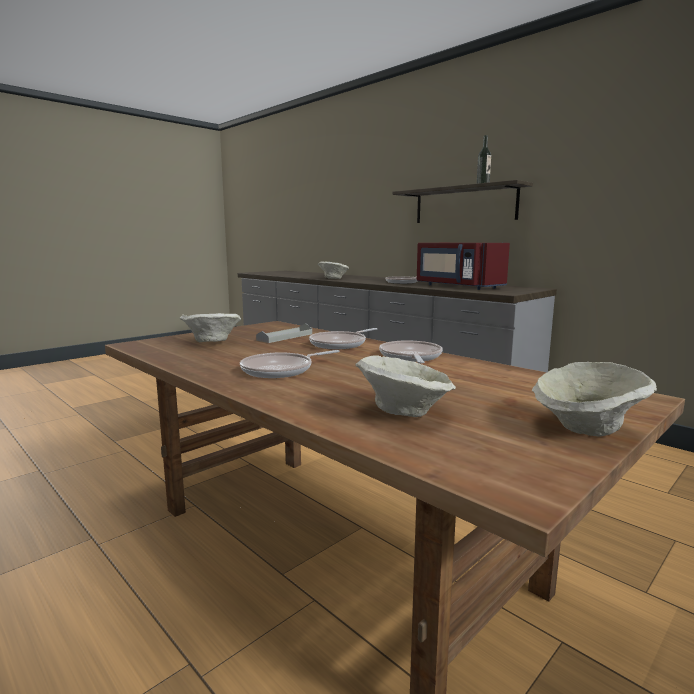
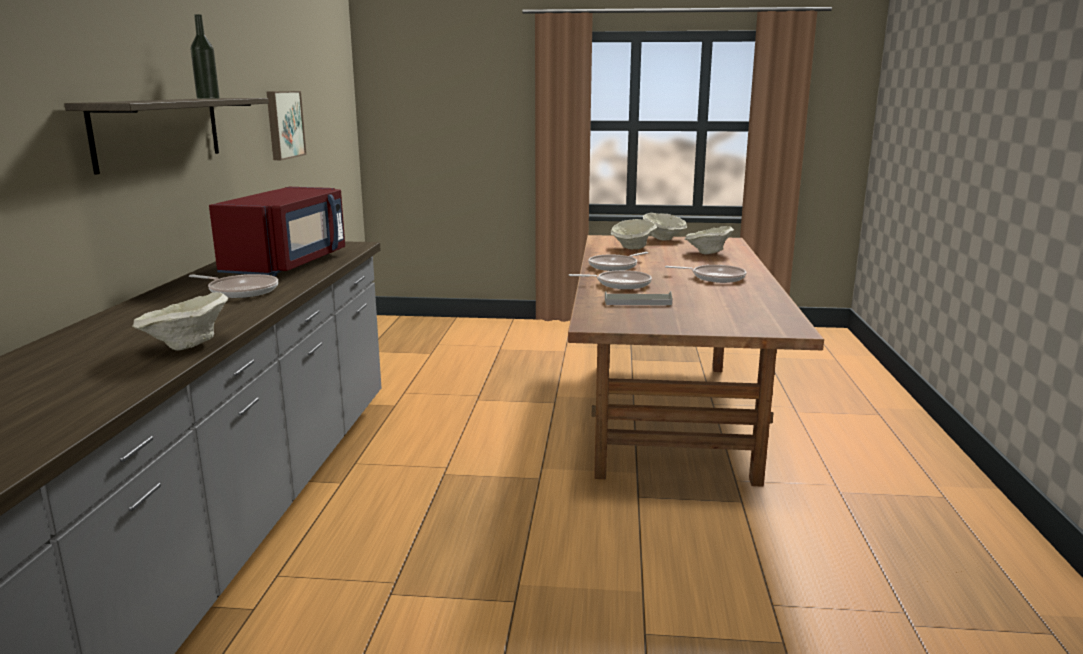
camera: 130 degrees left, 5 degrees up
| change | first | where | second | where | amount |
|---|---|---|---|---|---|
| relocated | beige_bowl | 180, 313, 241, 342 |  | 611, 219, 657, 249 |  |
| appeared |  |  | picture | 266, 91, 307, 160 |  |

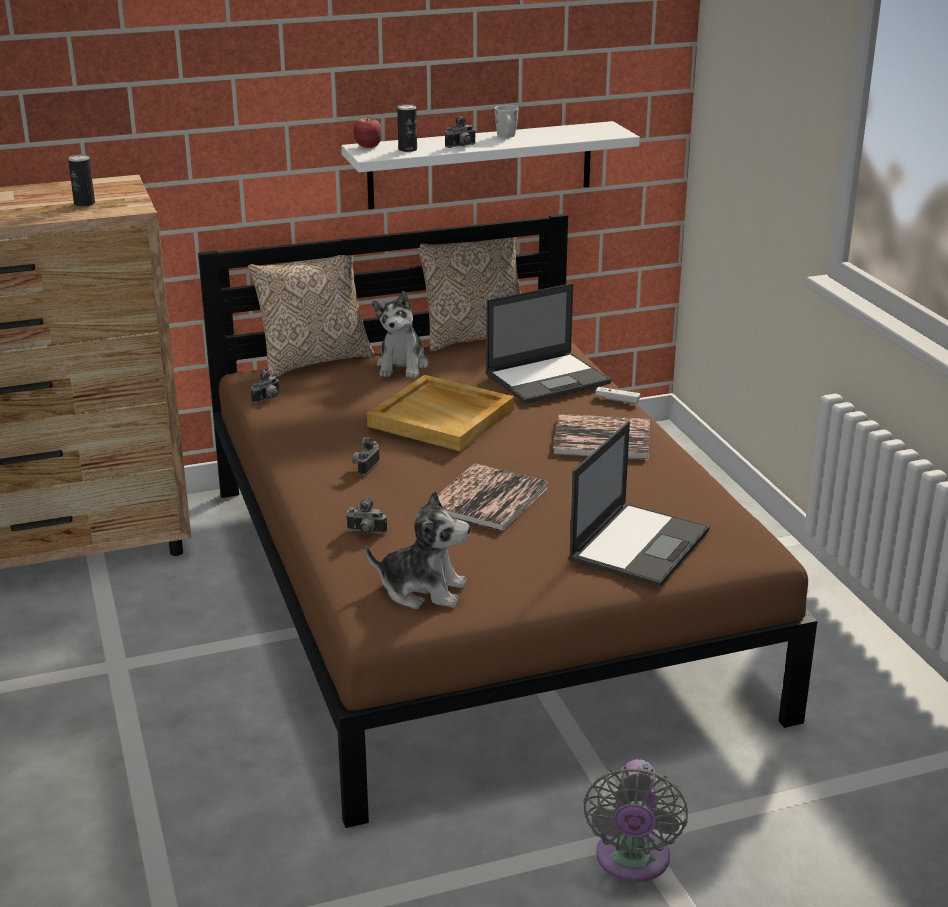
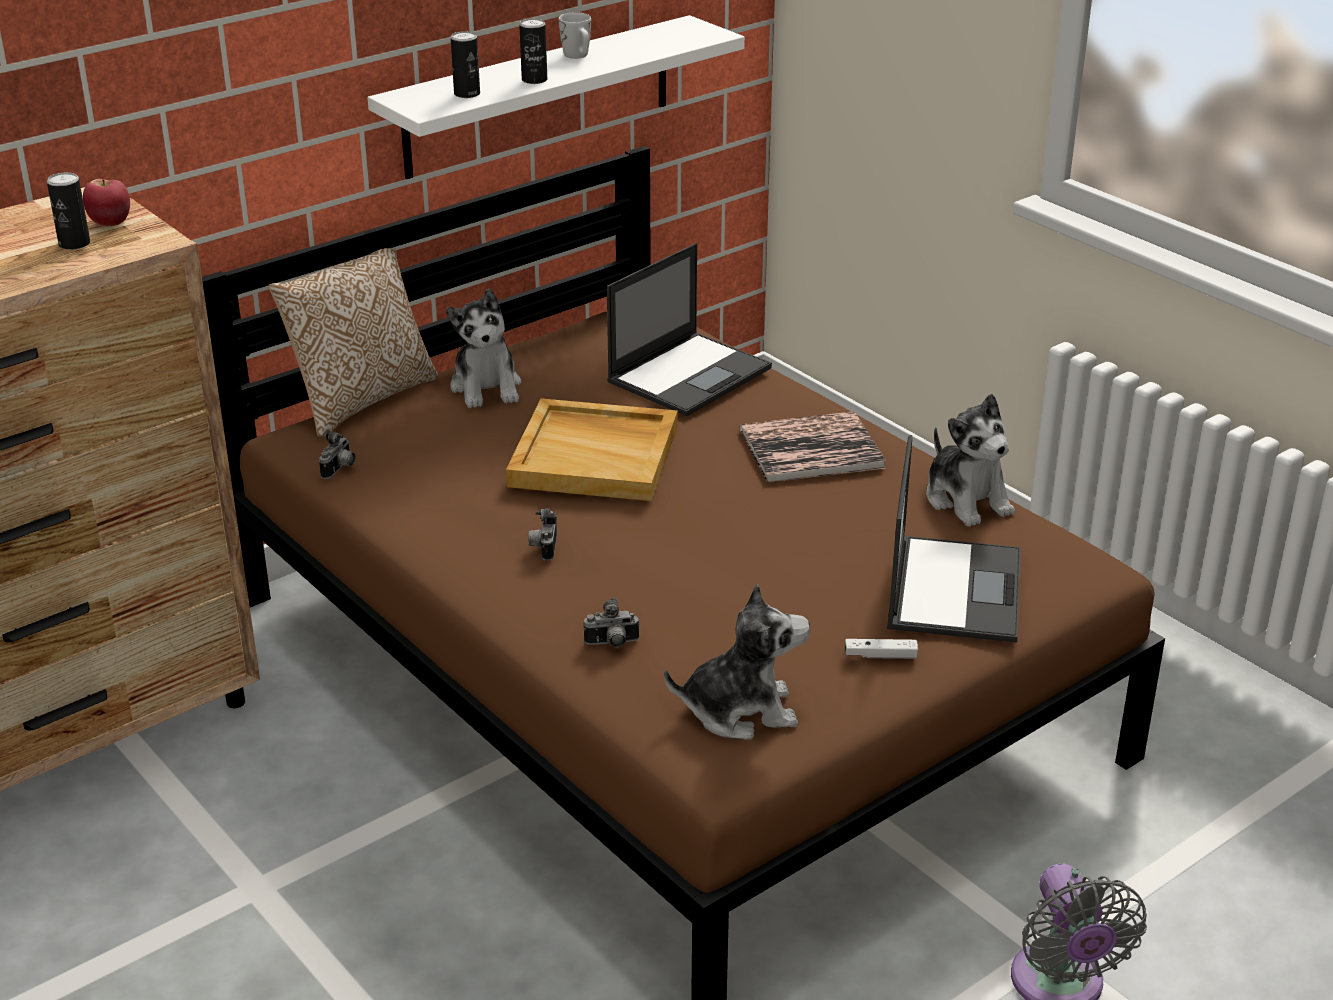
camera: 20 degrees left, 5 degrees up
| change | first | where | second | where | amount |
|---|---|---|---|---|---|
| exchanged | photo_camera | 445, 116, 476, 148 | can | 519, 18, 547, 84 |  |
| relocated | apple | 354, 118, 382, 148 |  | 83, 179, 130, 226 |  |
| missing | pillow | 417, 237, 521, 352 |  |  |  |
| relocated | white_game_controller | 595, 387, 640, 404 |  | 845, 639, 918, 659 |  |
| missing | book | 437, 463, 548, 532 |  |  |  |
| appeared |  |  | plush_toy | 926, 394, 1015, 527 |  |

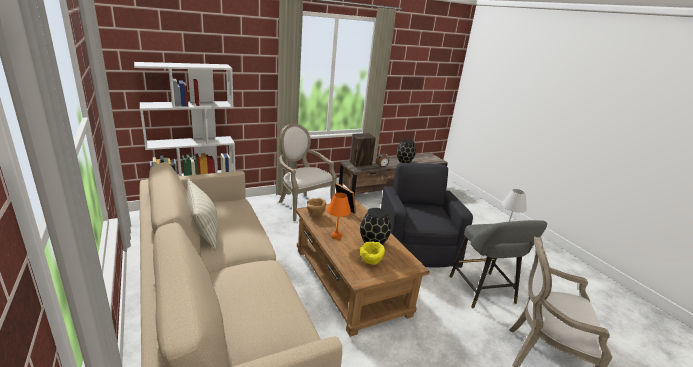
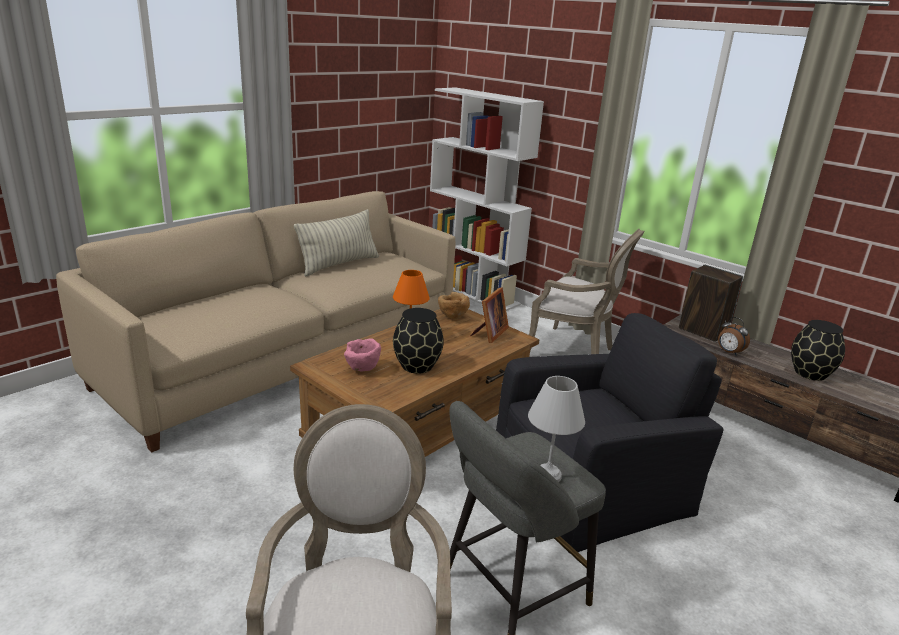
camera: 70 degrees right, 0 degrees up
| change | first | where | second | where | amount |
|---|---|---|---|---|---|
| spun | armchair | 279, 124, 337, 221 |  | 529, 229, 644, 354 | 90 degrees clockwise |
| colour | yellow_bowl | 360, 241, 385, 265 | pink_bowl | 344, 338, 381, 372 |  |

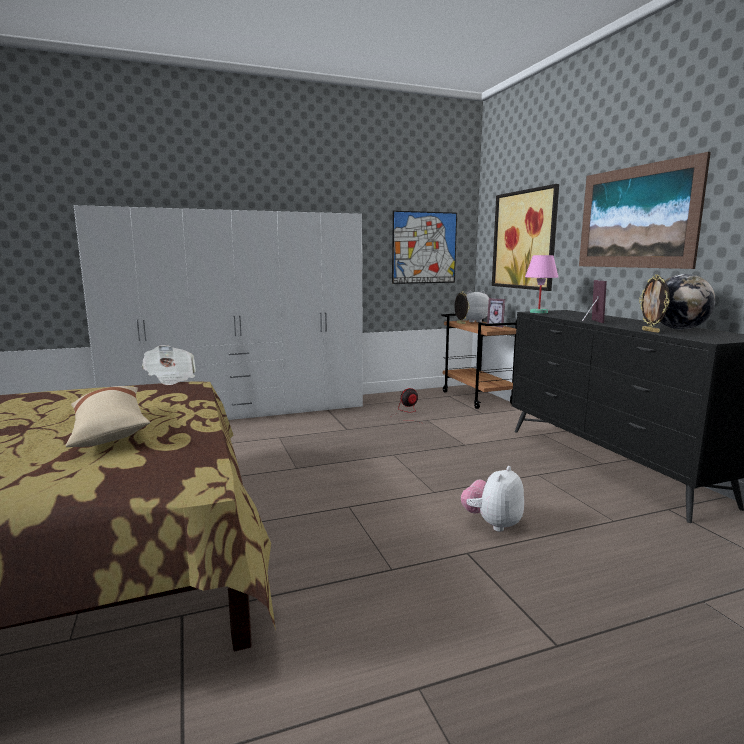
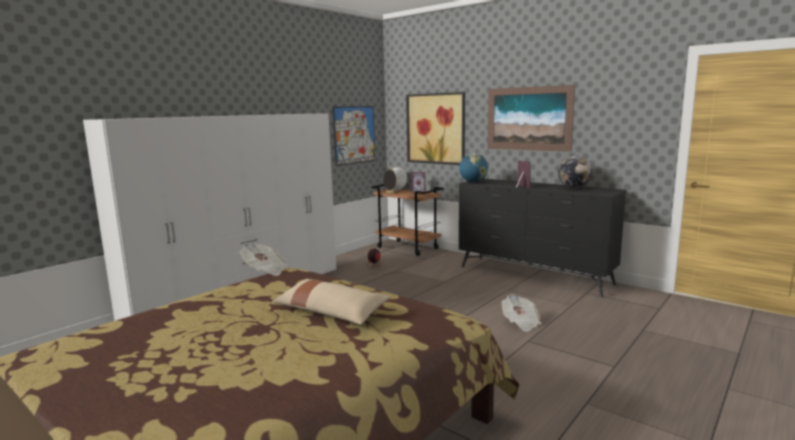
camera: 30 degrees left, 0 degrees up
| change | first | where | second | where | amount |
|---|---|---|---|---|---|
| exchanged | pink_table_lamp | 525, 255, 558, 313 | globe | 459, 153, 488, 182 |  |
| missing | picture_frame | 639, 275, 670, 333 |  |  |  |
| exchanged | plush_toy | 461, 466, 524, 532 | newspaper | 501, 294, 541, 332 |  |

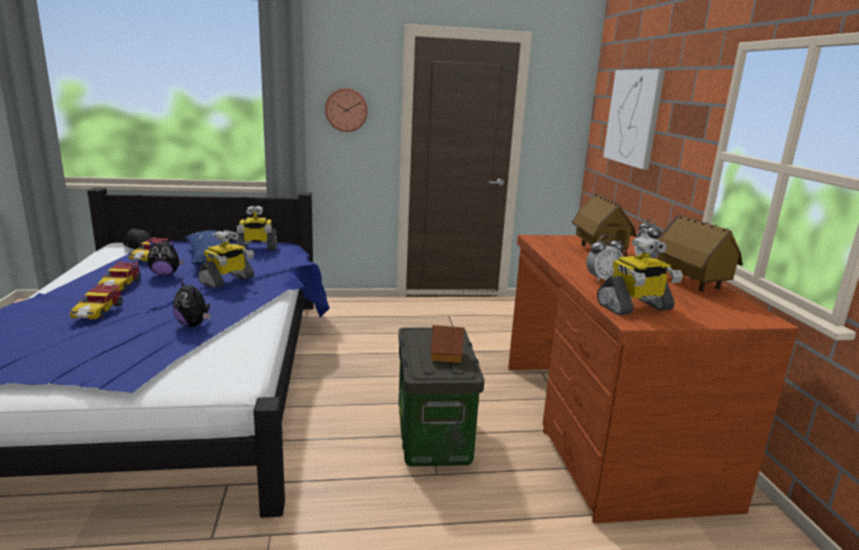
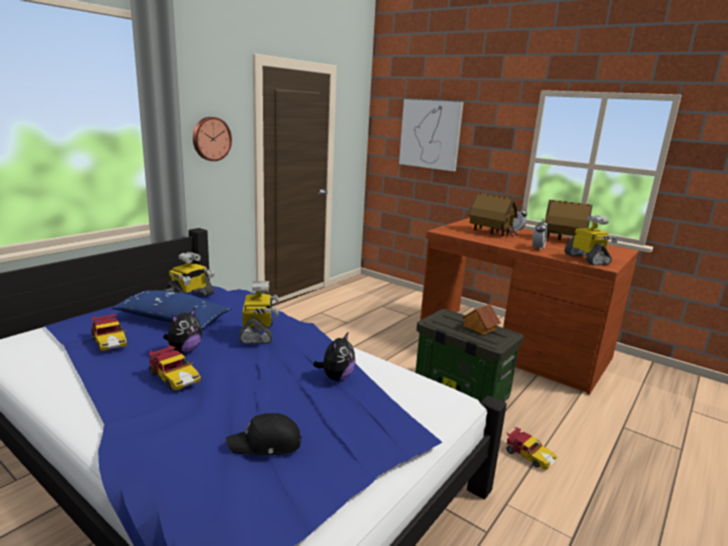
camera: 45 degrees left, 0 degrees up
| change | first | where | second | where | amount |
|---|---|---|---|---|---|
| relocated | black_cap | 123, 229, 152, 249 |  | 226, 413, 301, 455 |  |
| spun | toy_robot | 597, 236, 683, 315 |  | 564, 215, 618, 265 | 45 degrees counterclockwise |
| spun | plush_toy | 173, 280, 211, 327 |  | 313, 333, 355, 381 | 60 degrees counterclockwise |
| relocated | toy_car | 70, 283, 123, 319 |  | 506, 427, 557, 470 |  |

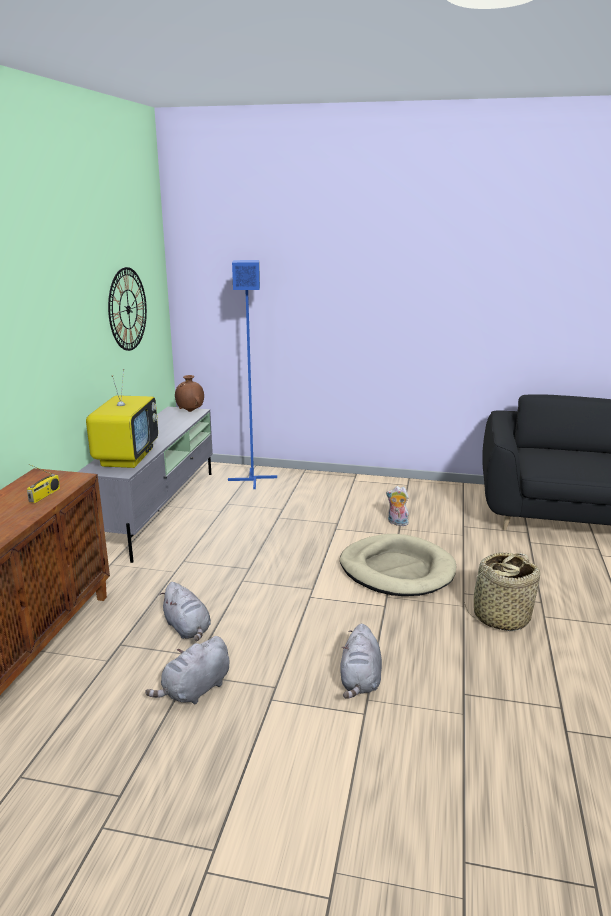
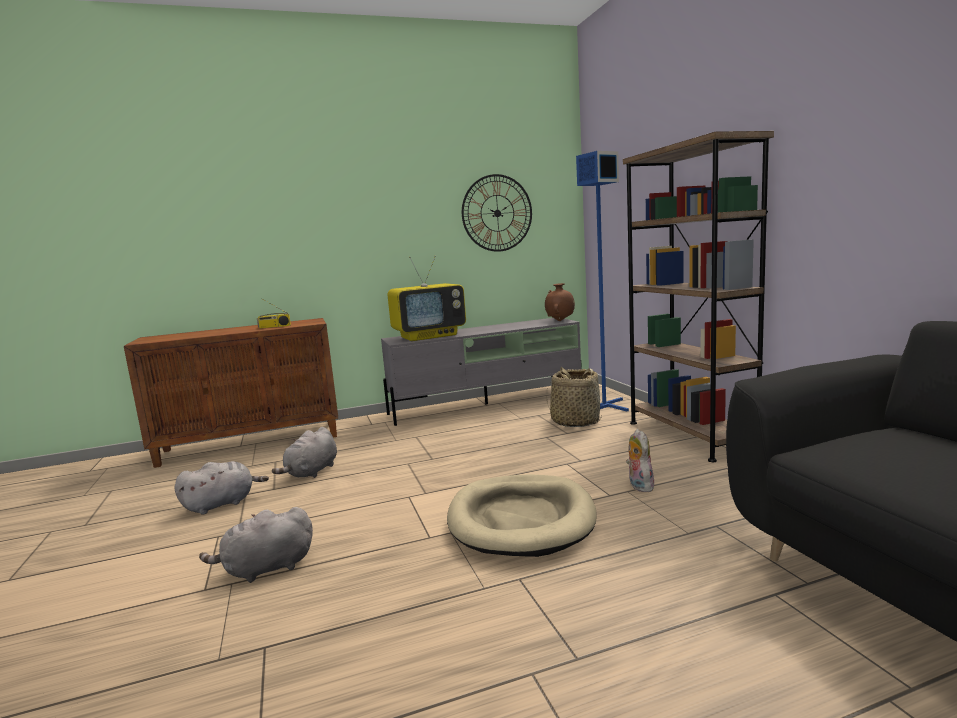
camera: 60 degrees right, 10 degrees down
| change | first | where | second | where | amount |
|---|---|---|---|---|---|
| relocated | basket | 464, 552, 540, 631 |  | 547, 367, 602, 427 |  |
| spun | grey_plush_toy | 145, 636, 229, 705 |  | 174, 461, 269, 514 | 135 degrees clockwise |
| appeared |  |  | brown_bookcase | 623, 131, 774, 462 |  |

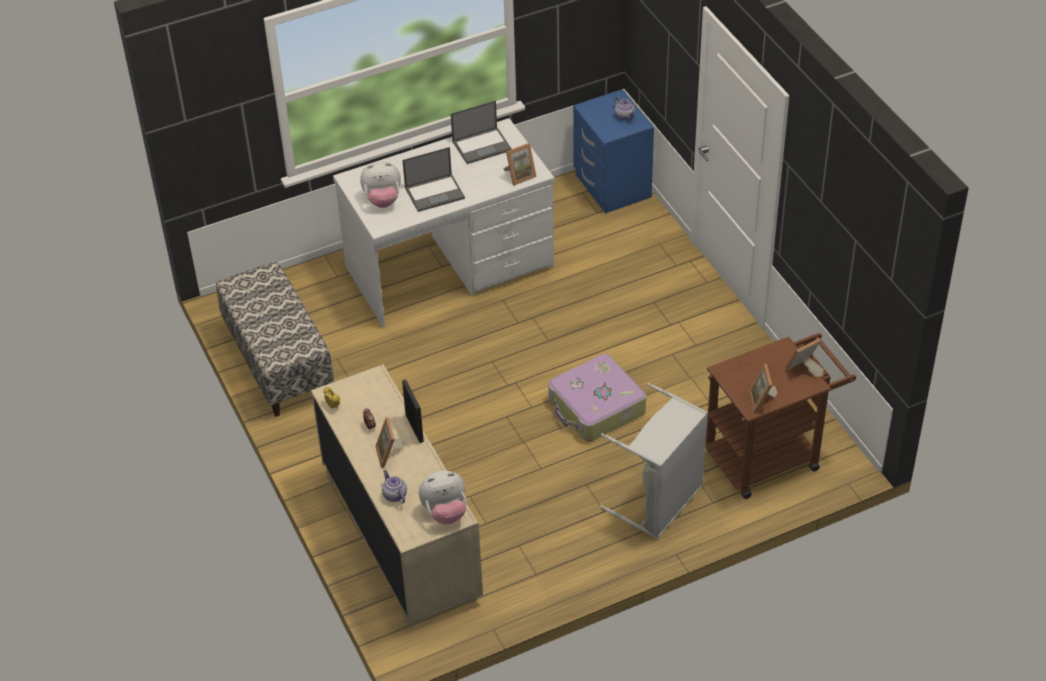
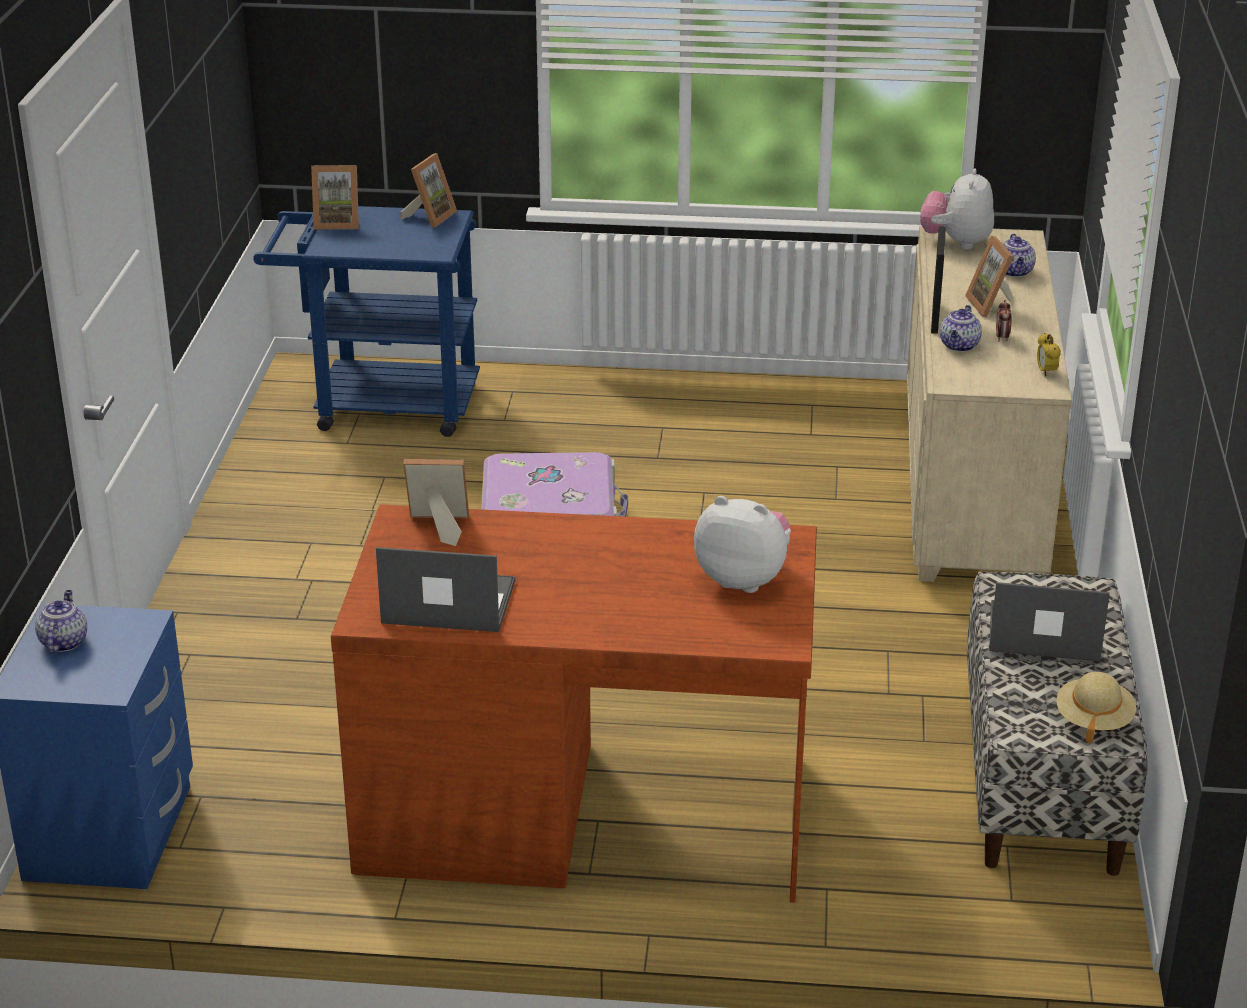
camera: 150 degrees left, 15 degrees down
| change | first | where | second | where | amount |
|---|---|---|---|---|---|
| colour | white_desk | 333, 118, 554, 328 | brown_desk | 331, 504, 817, 903 |  |
| relocated | laptop | 402, 147, 465, 212 |  | 989, 582, 1110, 661 |  |
| colour | brown_cart | 705, 333, 856, 499 | blue_cart | 253, 206, 480, 437 |  |
| missing | grey_laundry_basket | 600, 383, 708, 539 |  |  |  |
| spun | picture_frame | 375, 417, 405, 468 |  | 965, 236, 1014, 318 | 150 degrees clockwise |
| spun | plush_toy | 419, 471, 466, 524 |  | 920, 168, 994, 249 | 90 degrees counterclockwise |
| appeared |  |  | teapot | 940, 305, 982, 352 |  |
| appeared |  |  | beige_hat | 1056, 672, 1136, 744 |  |

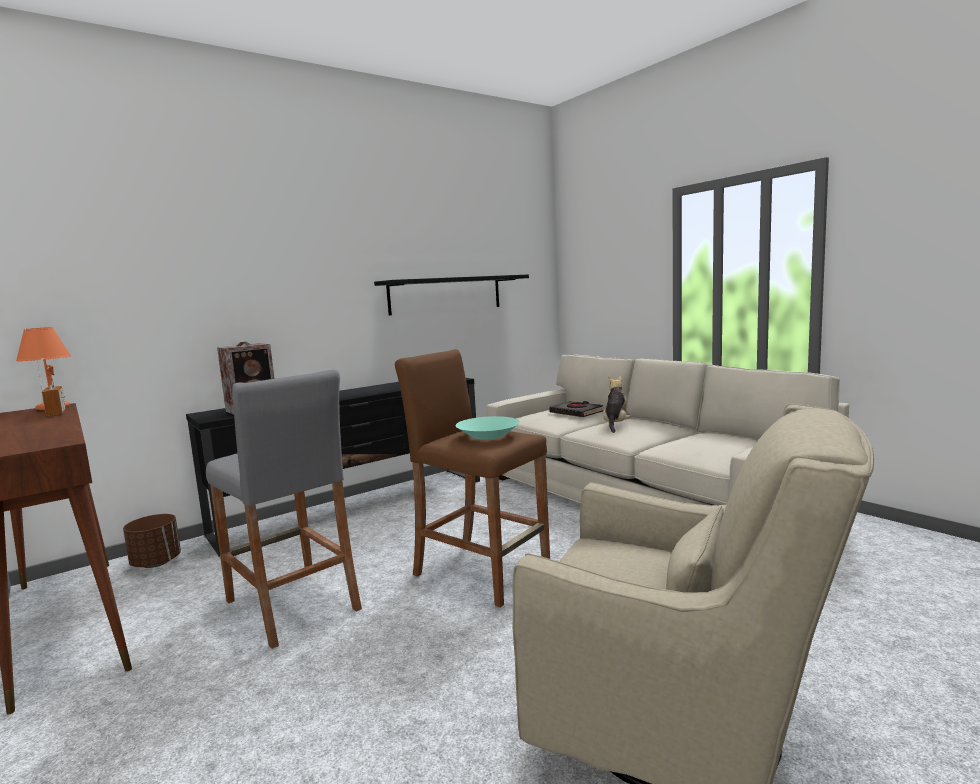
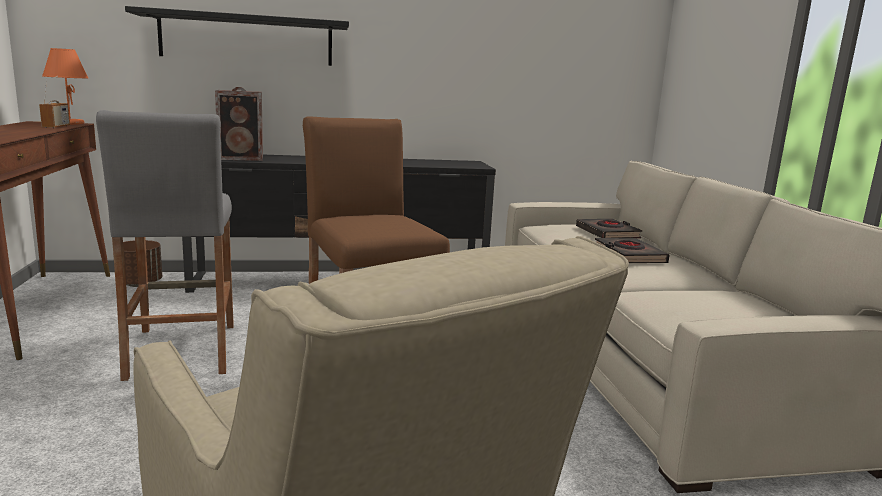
camera: 25 degrees right, 5 degrees up
| change | first | where | second | where | amount |
|---|---|---|---|---|---|
| relocated | black_shelf | 374, 274, 529, 315 |  | 125, 6, 349, 66 |  |
| exchanged | plush_toy | 603, 376, 631, 433 | black_book | 595, 238, 670, 263 |  |
| missing | turquoise_bowl | 455, 416, 520, 440 |  |  |  |

